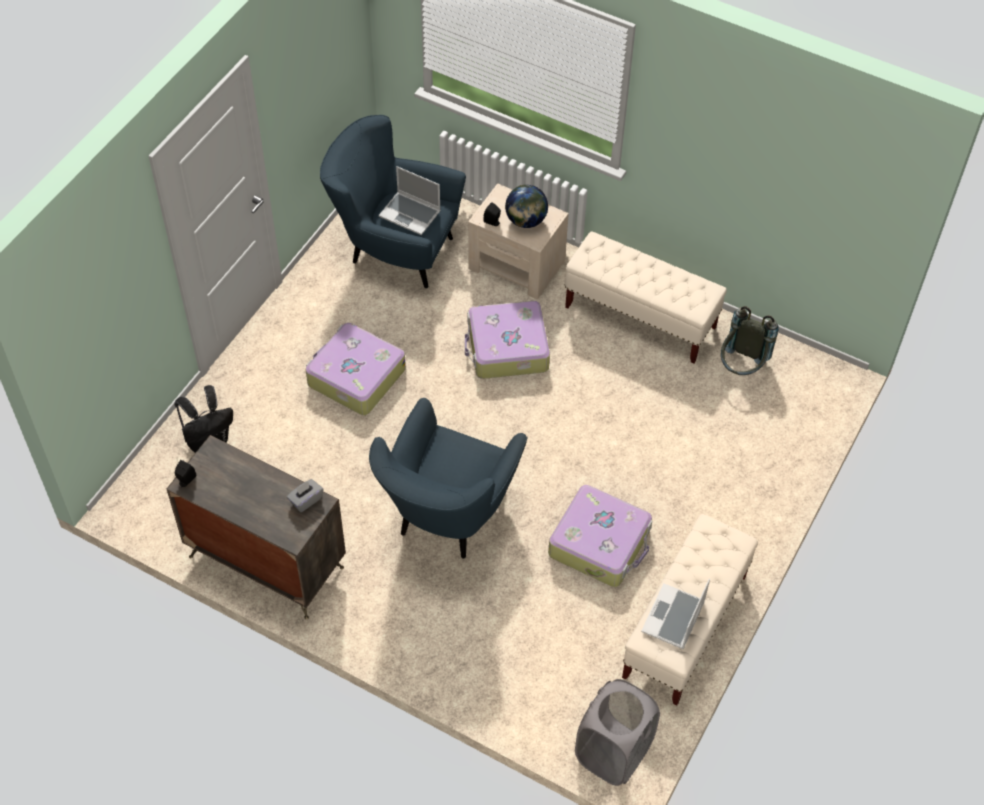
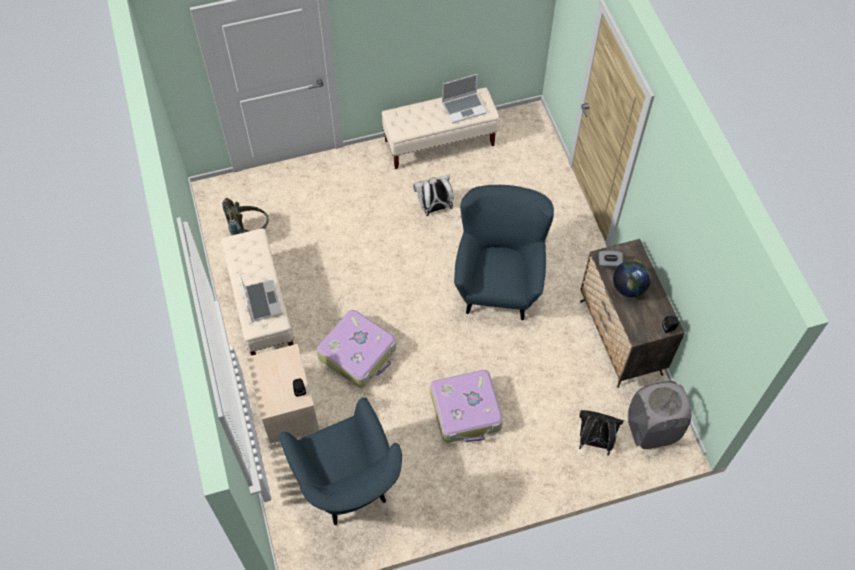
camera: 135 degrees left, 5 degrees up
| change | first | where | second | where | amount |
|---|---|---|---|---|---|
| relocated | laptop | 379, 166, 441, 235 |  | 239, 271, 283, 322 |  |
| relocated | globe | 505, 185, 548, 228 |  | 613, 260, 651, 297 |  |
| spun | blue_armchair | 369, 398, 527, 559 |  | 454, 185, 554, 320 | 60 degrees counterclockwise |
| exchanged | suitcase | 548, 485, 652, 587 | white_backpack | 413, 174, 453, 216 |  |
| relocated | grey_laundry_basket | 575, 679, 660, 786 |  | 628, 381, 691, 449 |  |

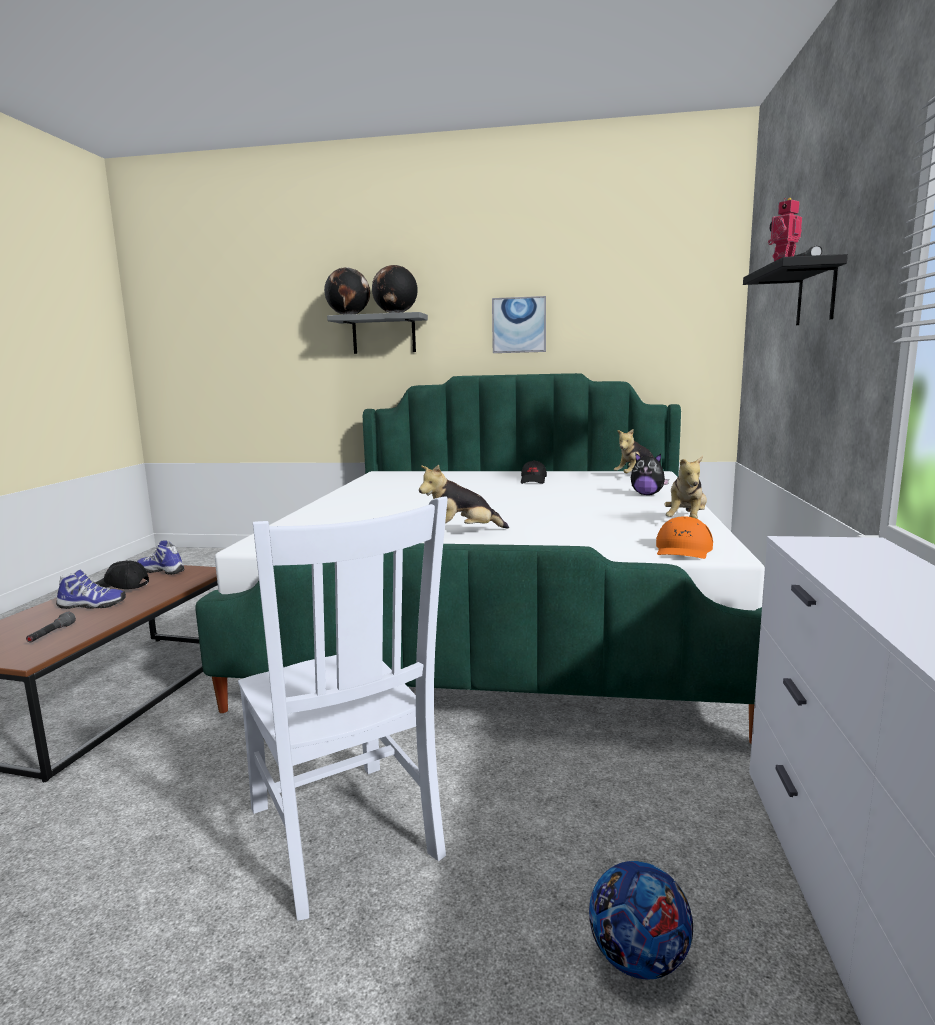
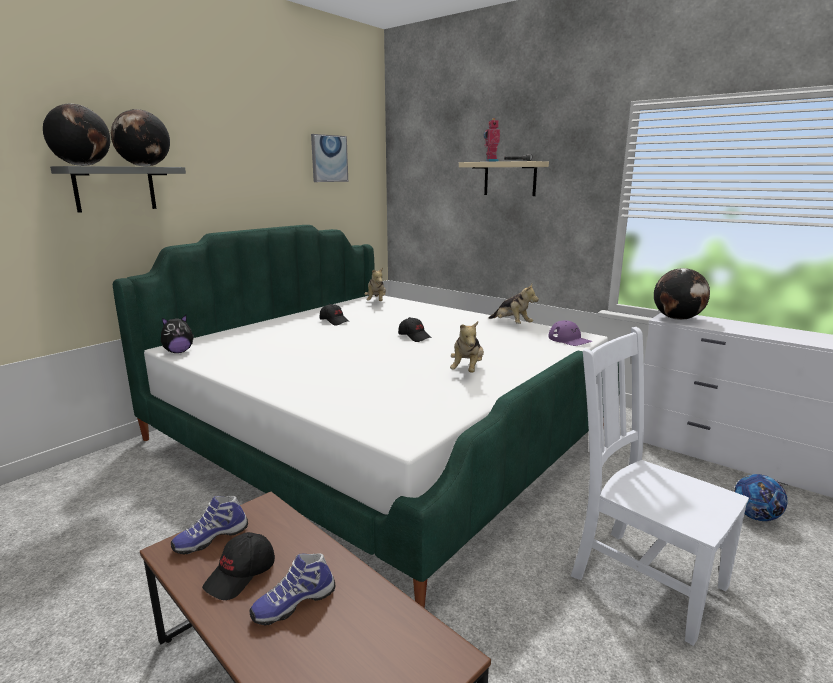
camera: 60 degrees left, 5 degrees up
| change | first | where | second | where | amount |
|---|---|---|---|---|---|
| colour | black_shelf | 743, 254, 848, 325 | beige_shelf | 459, 161, 549, 196 |  |
| relocated | picture | 492, 296, 546, 353 |  | 311, 134, 348, 182 |  |
| relocated | plush_toy | 631, 453, 669, 495 |  | 161, 315, 194, 353 |  |
| spun | white_chair | 238, 496, 448, 921 |  | 571, 327, 749, 646 | 135 degrees counterclockwise |
| colour | orange_cap | 656, 516, 713, 559 | purple_cap | 548, 320, 592, 346 |  |
| spun | shoe | 56, 570, 126, 609 |  | 250, 553, 335, 625 | 150 degrees counterclockwise |
| missing | grey_flashlight | 26, 612, 76, 643 |  |  |  |
| appeared |  |  | globe | 654, 268, 710, 320 |  |
| appeared |  |  | black_cap | 398, 317, 432, 342 |  |

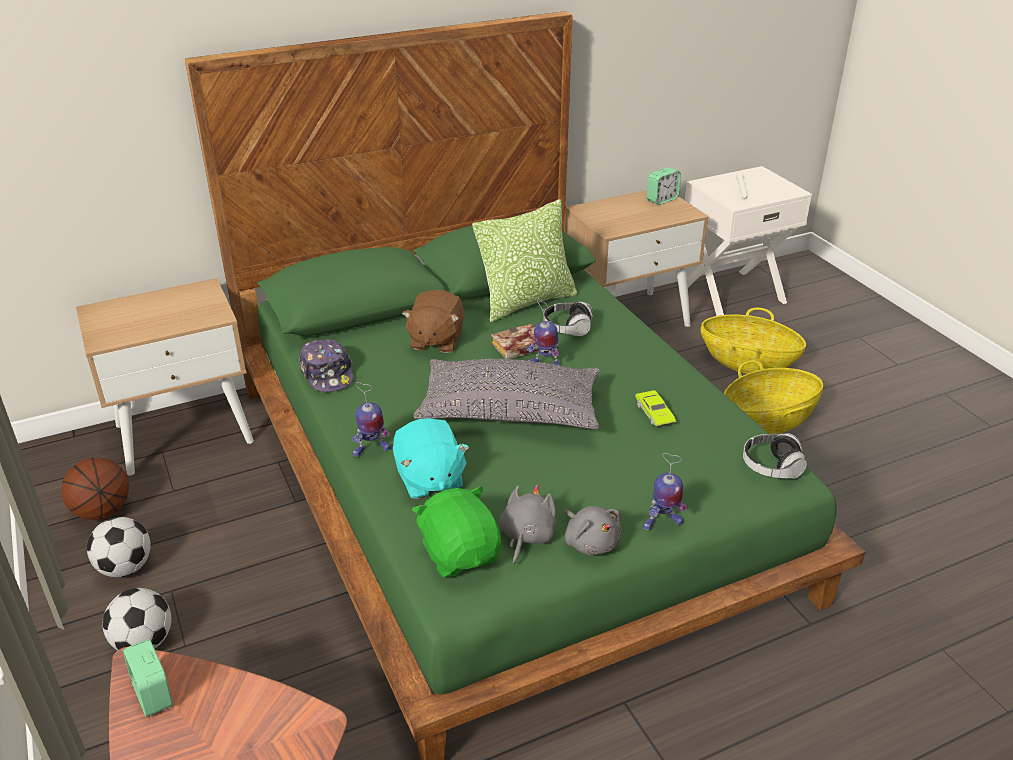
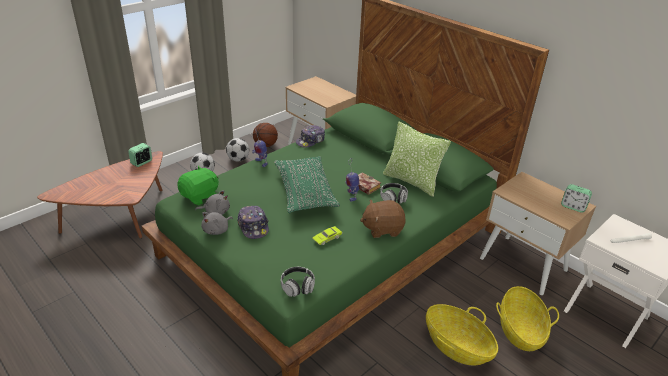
camera: 70 degrees right, 0 degrees up
| change | first | where | second | where | amount |
|---|---|---|---|---|---|
| relocated | brown_plush_toy | 402, 290, 464, 353 |  | 360, 200, 406, 238 |  |
| colour | grey_pillow | 413, 359, 600, 429 | green_pillow | 274, 156, 340, 213 |  |
| missing | turquoise_plush_toy | 393, 418, 469, 500 |  |  |  |
| missing | toy_robot | 643, 453, 688, 530 |  |  |  |
| appeared |  |  | cap | 237, 206, 269, 239 |  |

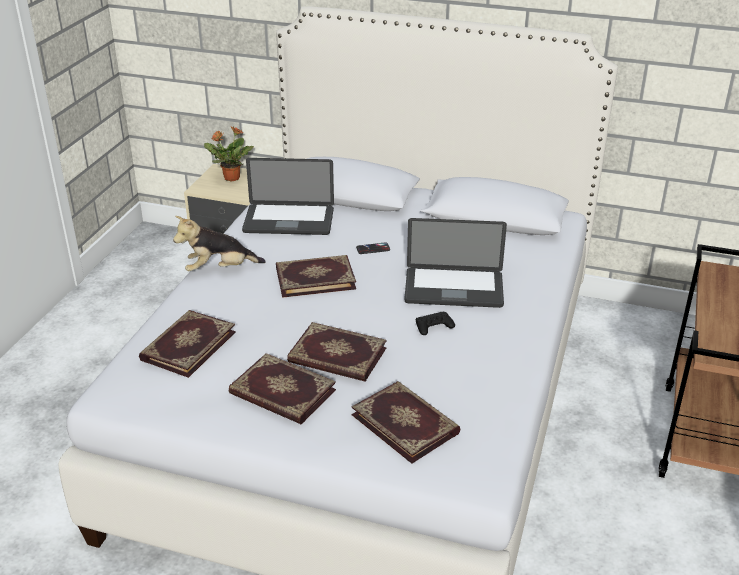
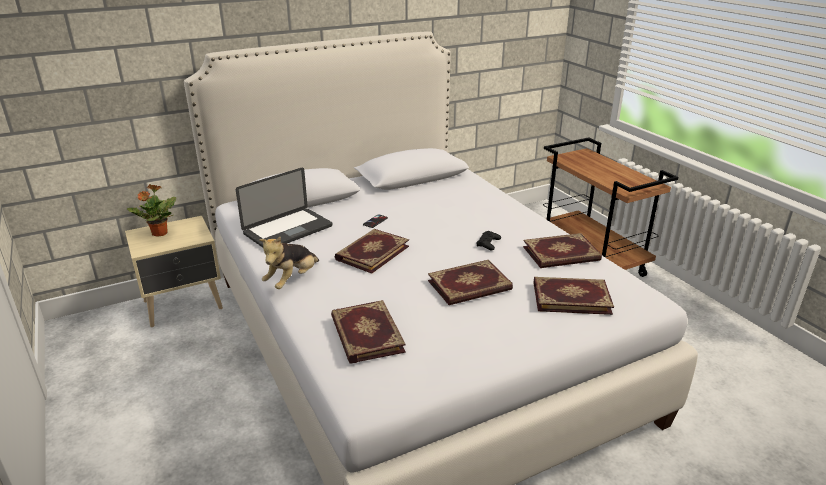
camera: 45 degrees left, 5 degrees down
| change | first | where | second | where | amount |
|---|---|---|---|---|---|
| missing | laptop | 404, 218, 507, 308 |  |  |  |
| relocated | book | 229, 353, 336, 424 |  | 523, 233, 602, 268 |  |

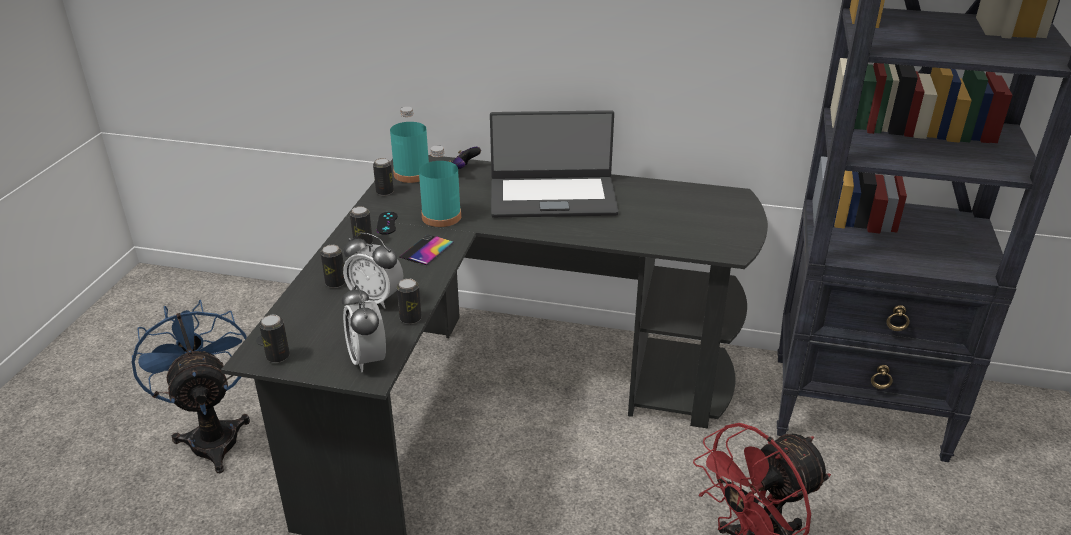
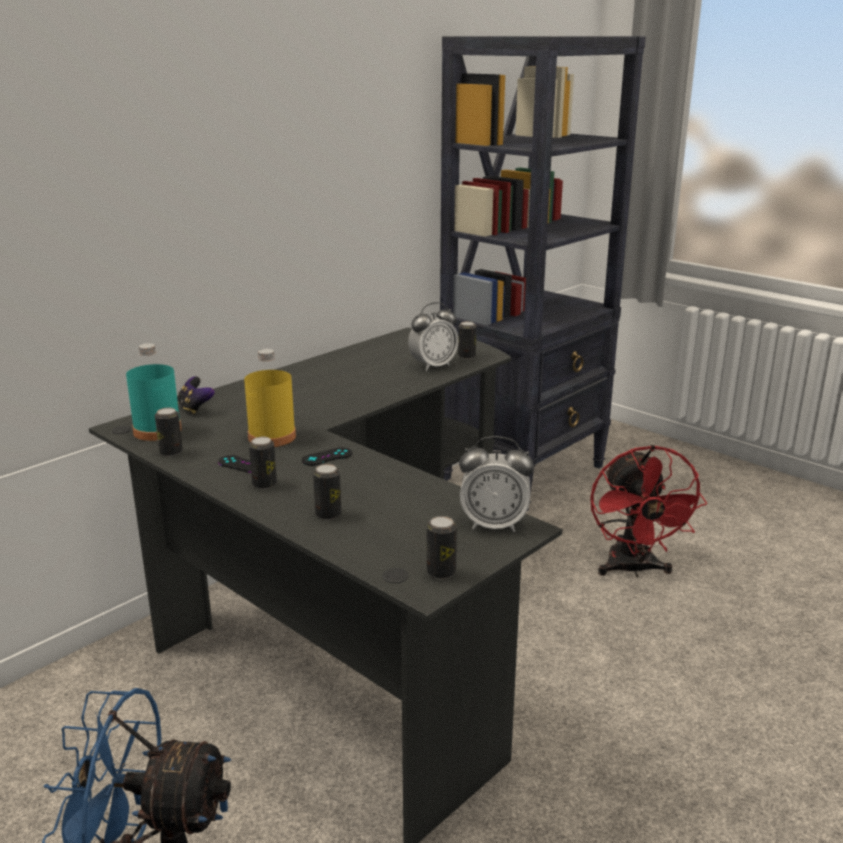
camera: 60 degrees left, 10 degrees down
| change | first | where | second | where | amount |
|---|---|---|---|---|---|
| missing | laptop | 490, 110, 619, 218 |  |  |  |
| colour | turquoise_bottle | 419, 145, 461, 227 | yellow_bottle | 244, 349, 296, 447 |  |
| relocated | alarm_clock | 343, 232, 403, 309 |  | 408, 302, 459, 371 |  |
| exchanged | phone | 399, 234, 454, 265 | black_game_controller | 302, 447, 352, 466 |  |
| relocated | can | 397, 278, 422, 324 |  | 458, 321, 476, 359 |  |

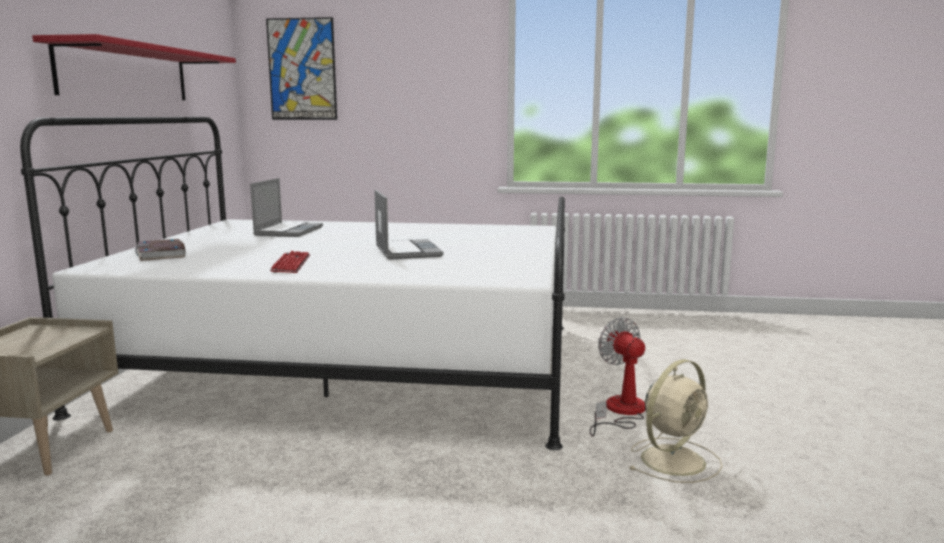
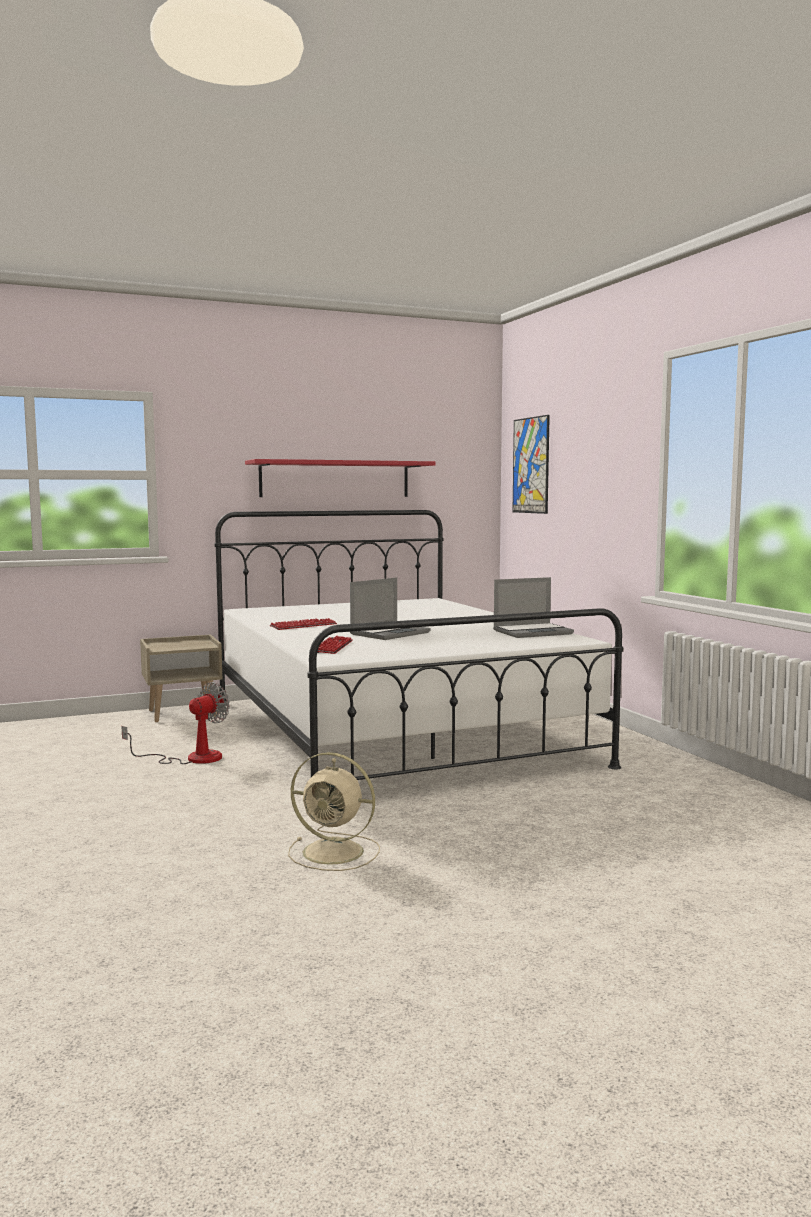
camera: 60 degrees right, 5 degrees down
| change | first | where | second | where | amount |
|---|---|---|---|---|---|
| relocated | laptop | 250, 178, 323, 237 |  | 493, 577, 574, 638 |  |
| missing | book | 135, 239, 186, 261 |  |  |  |
| relocated | fan | 590, 317, 646, 437 |  | 122, 682, 230, 764 |  |
| appeared |  |  | keyboard | 317, 636, 353, 654 |  |

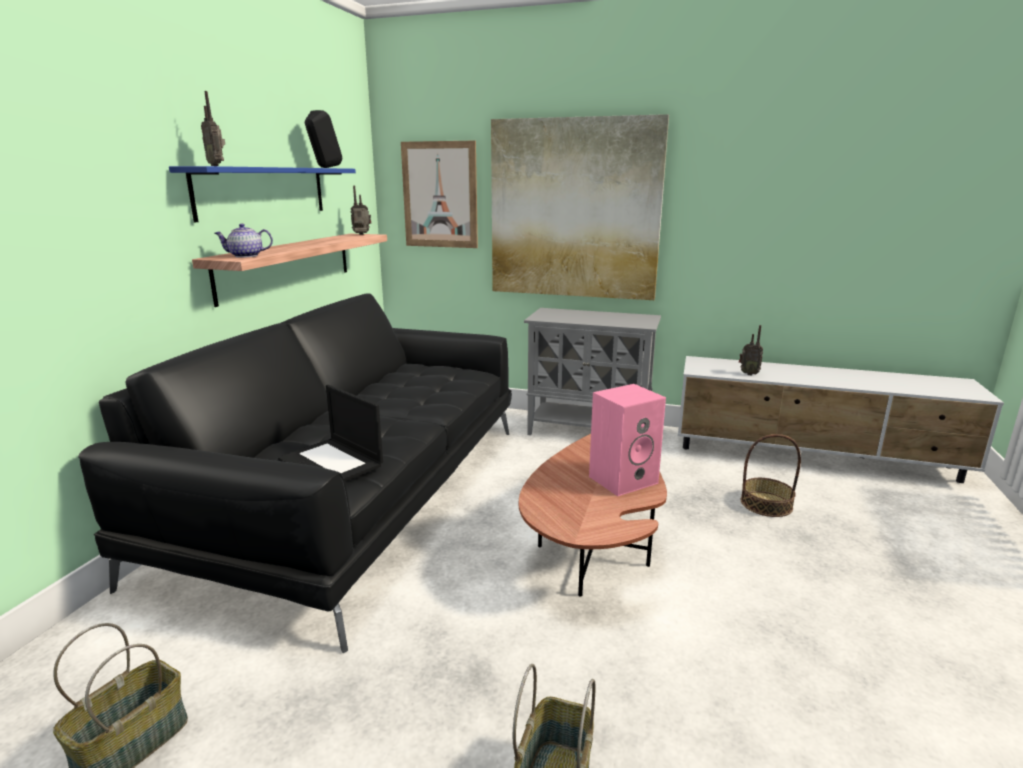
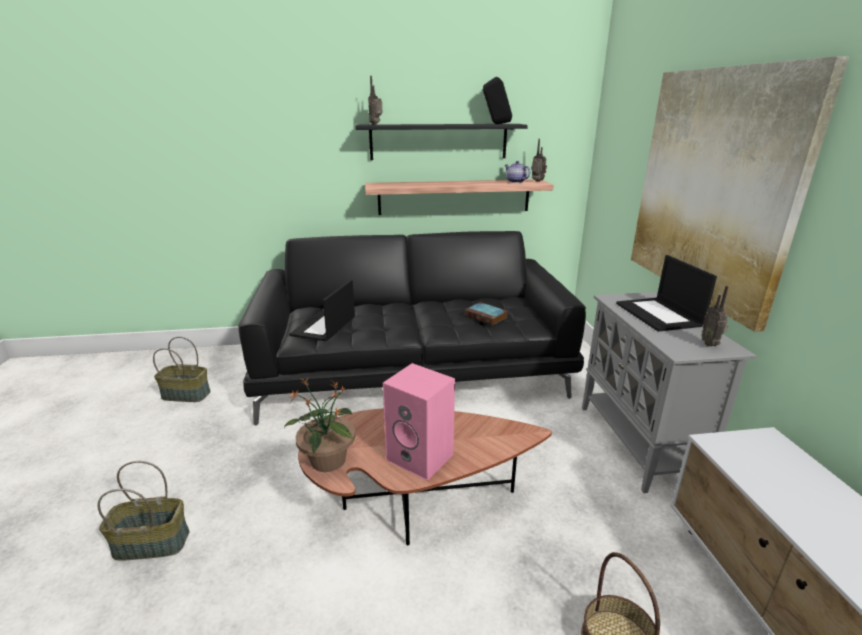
camera: 65 degrees right, 5 degrees up
| change | first | where | second | where | amount |
|---|---|---|---|---|---|
| missing | picture | 401, 141, 478, 248 |  |  |  |
| colour | blue_shelf | 169, 166, 356, 222 | black_shelf | 356, 124, 528, 160 |  |
| relocated | teapot | 215, 224, 273, 258 |  | 505, 161, 530, 183 |  |
| relocated | radio | 739, 325, 763, 376 |  | 702, 286, 729, 346 |  |
| appeared |  |  | laptop | 616, 255, 717, 332 |  |
| appeared |  |  | book | 465, 302, 507, 326 |  |
| appeared |  |  | potted_plant | 284, 378, 355, 472 |  |

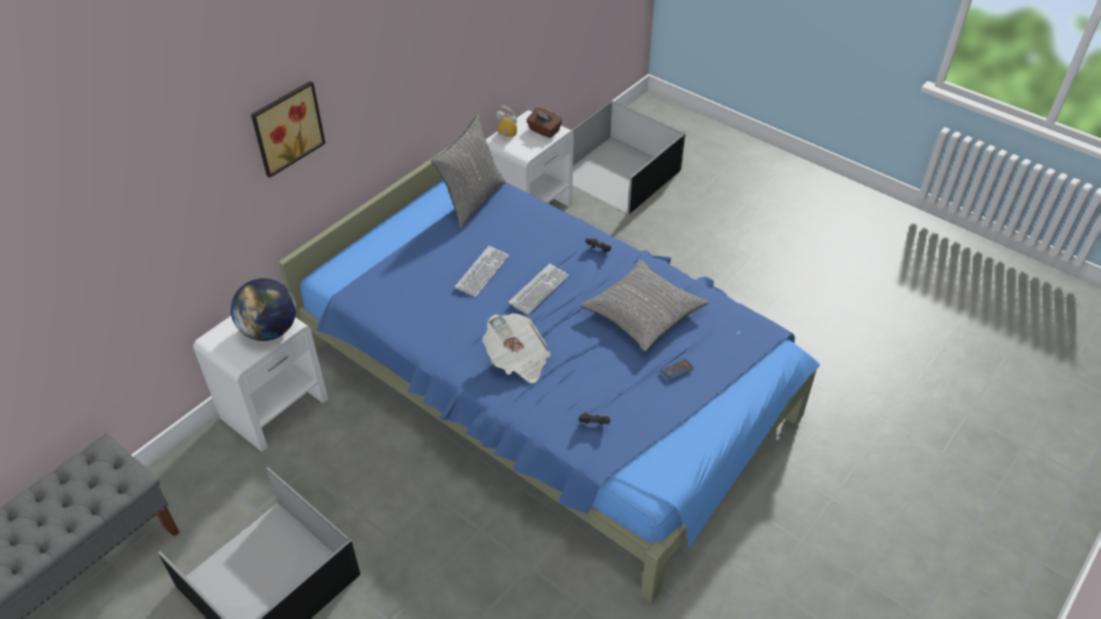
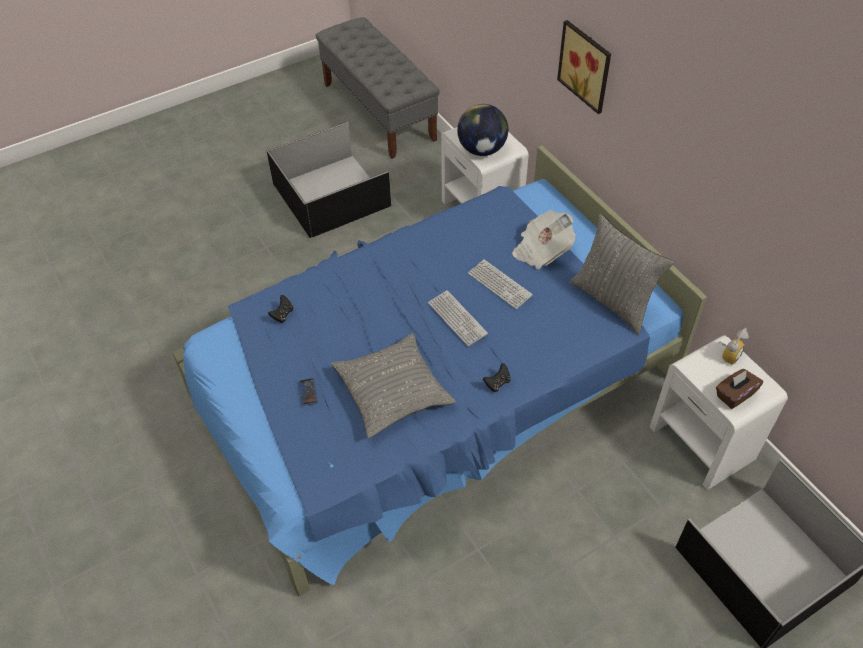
camera: 110 degrees right, 5 degrees up
| change | first | where | second | where | amount |
|---|---|---|---|---|---|
| relocated | newspaper | 482, 313, 551, 383 |  | 512, 210, 575, 269 |  |

